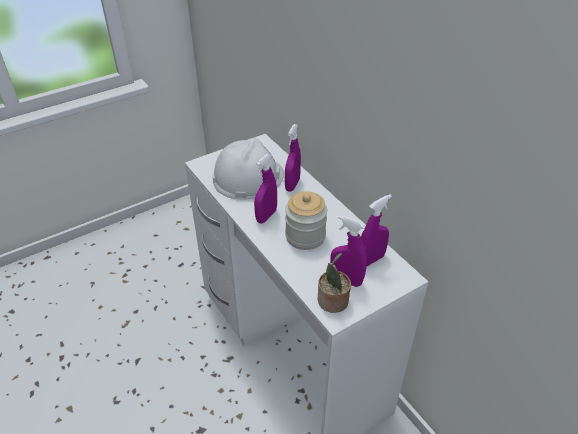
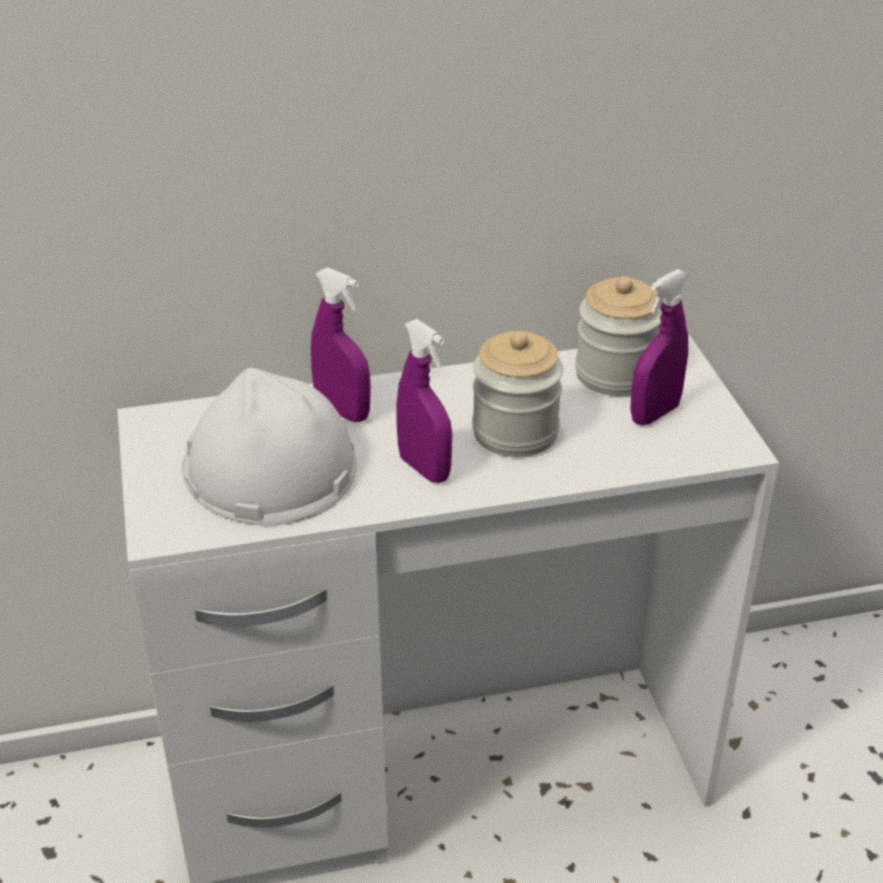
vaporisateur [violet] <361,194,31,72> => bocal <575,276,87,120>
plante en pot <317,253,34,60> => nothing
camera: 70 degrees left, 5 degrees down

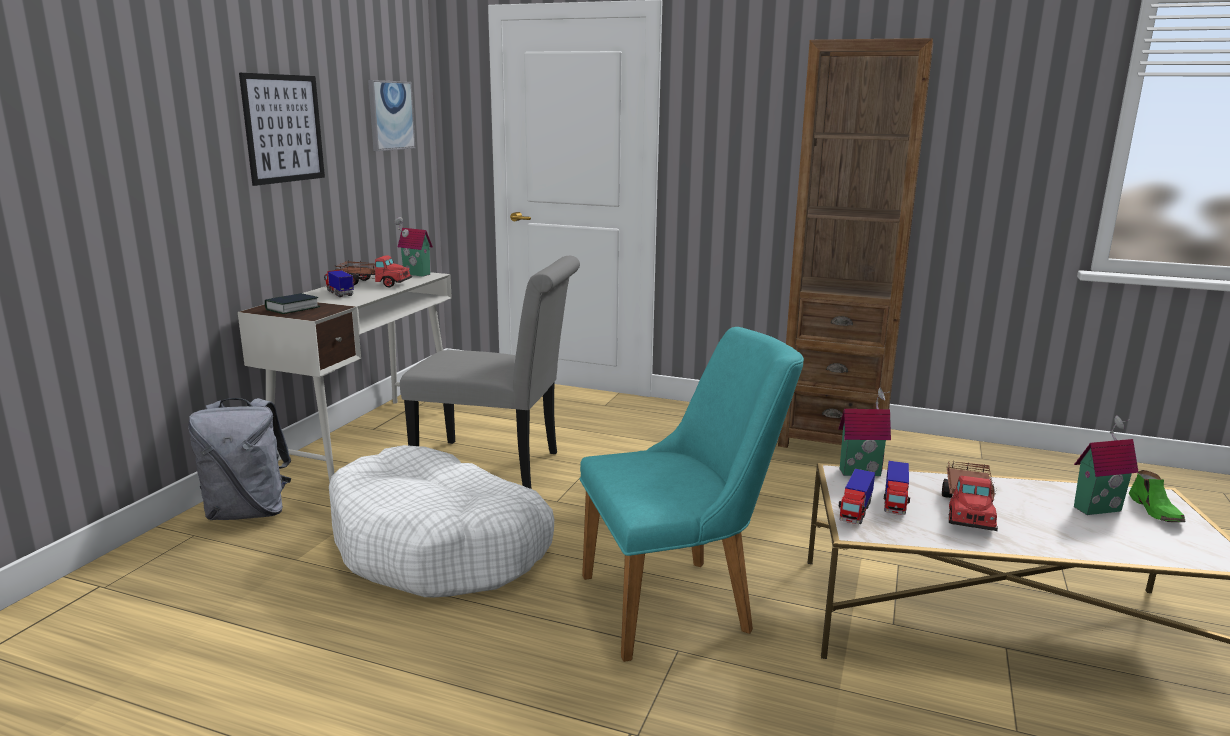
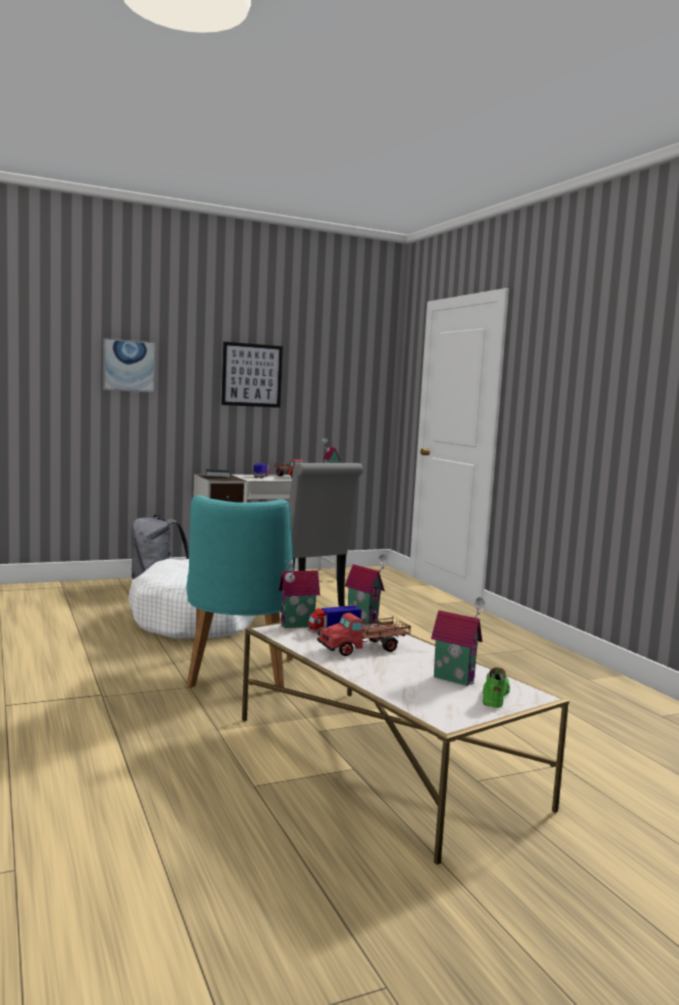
tableau <368,80,47,71> => tableau <103,338,52,54>, shifted
chaise [turquoise] <580,327,224,335> => chaise [turquoise] <186,495,108,193>, 60 degrees clockwise
camion jouet <838,469,37,55> => maison miniature <279,559,41,69>
chaussure [vert] <1129,470,57,52> => chaussure [vert] <483,667,27,41>, 150 degrees clockwise
bibliothèque [marron] <778,38,155,410> => nothing
camera: 45 degrees right, 10 degrees down

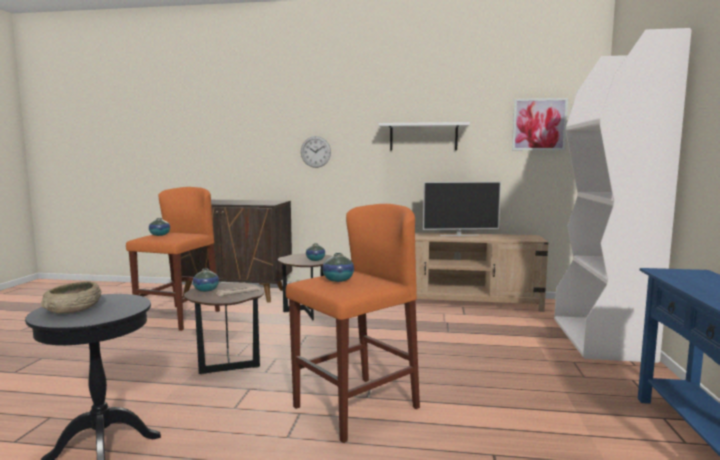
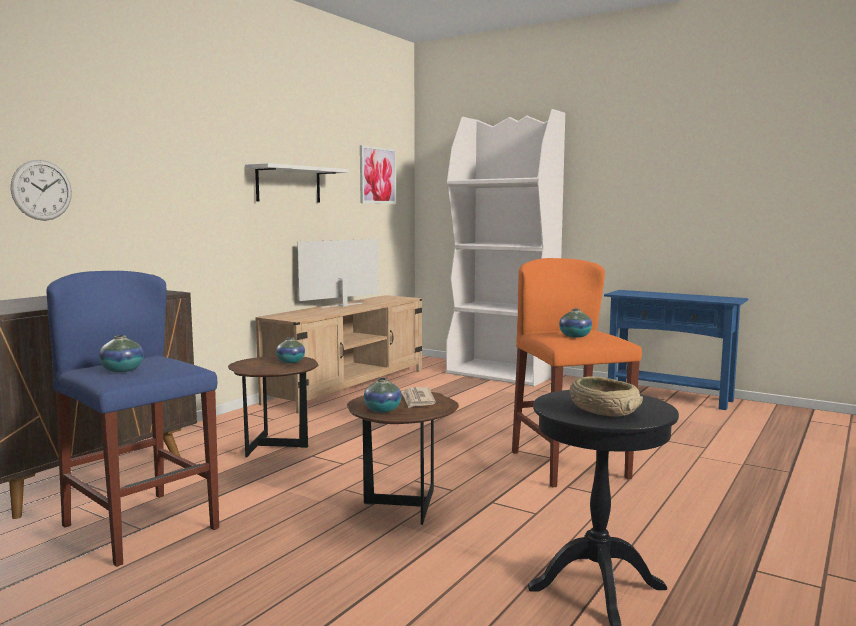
horloge murale <301,136,30,32> => horloge murale <11,160,61,61>, shifted
tabouret [orange] <126,187,94,144> => tabouret [bleu] <46,271,173,296>
téléviseur <423,182,78,54> => téléviseur <297,239,82,69>, 150 degrees counterclockwise
camera: 65 degrees left, 0 degrees up

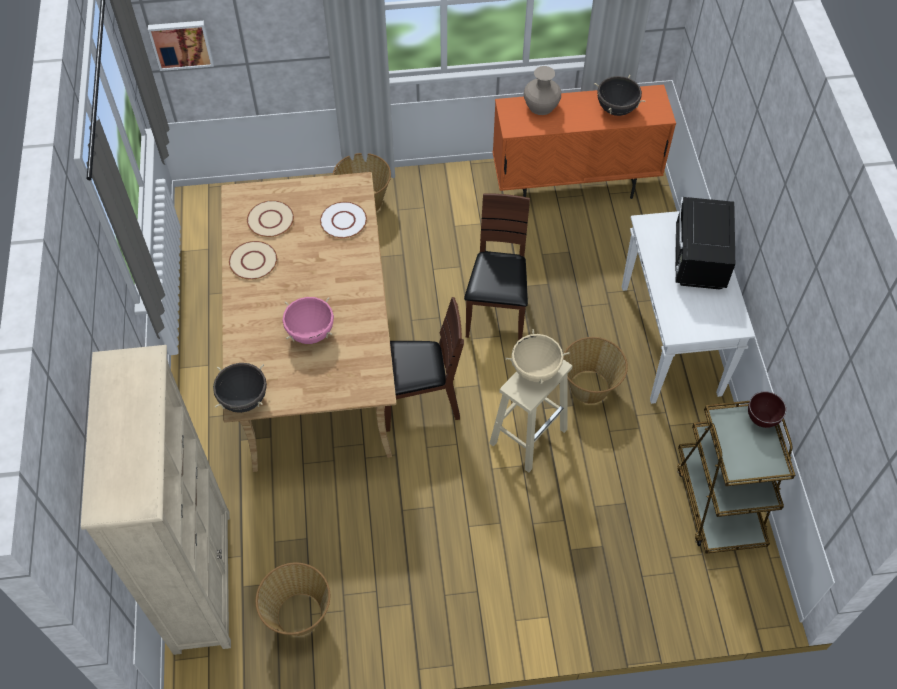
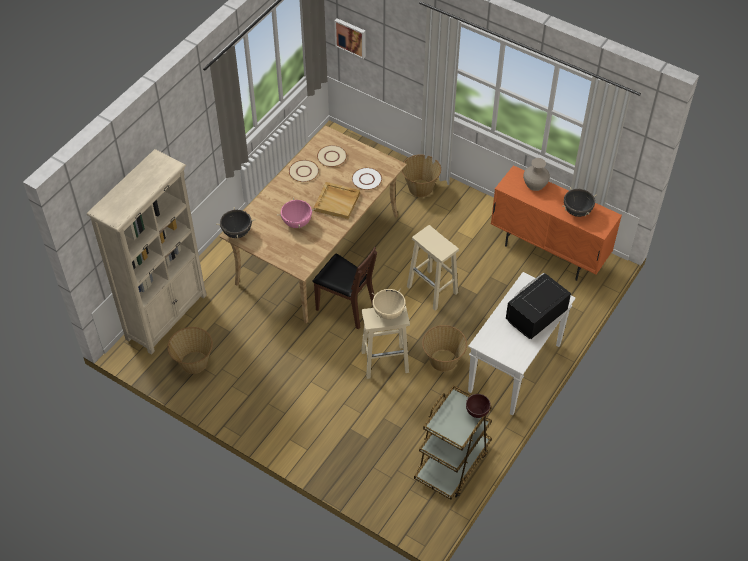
nothing => plateau [beige] <314,182,46,37>
chaise [marron] <464,193,66,148> => tabouret [beige] <407,225,52,86>
camera: 40 degrees right, 5 degrees down

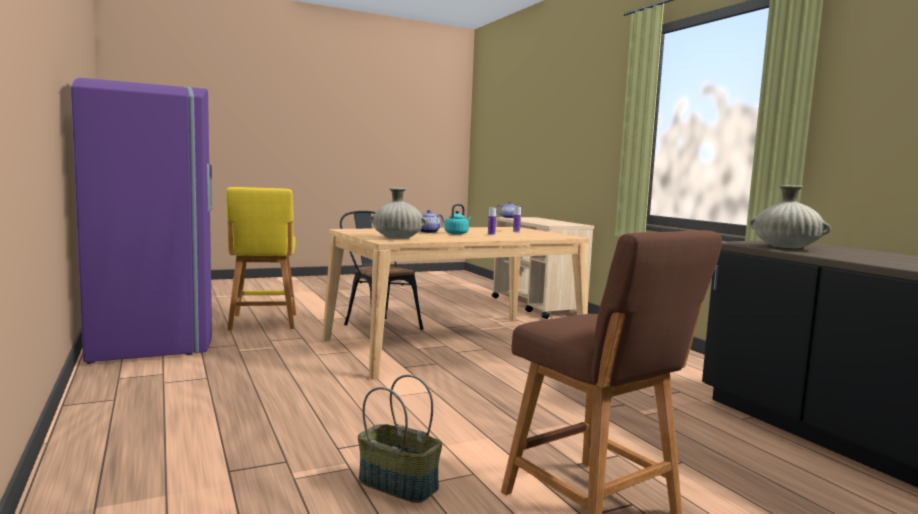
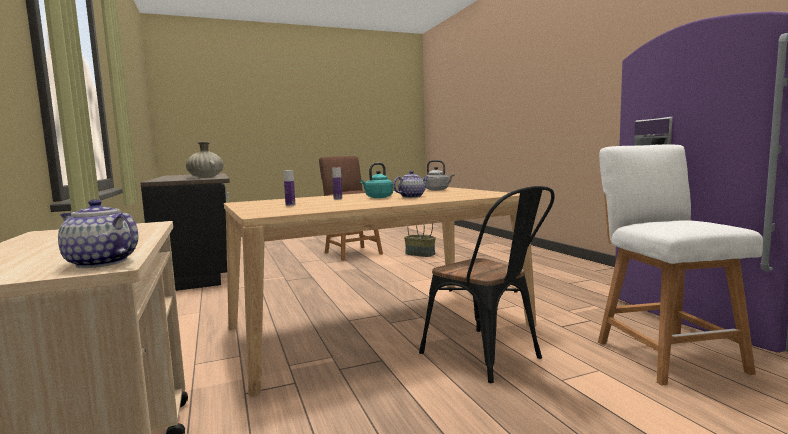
vase [beige] <370,188,57,51> => bouilloire [gris] <426,160,28,31>
tabouret [jaune] <226,187,70,143> => tabouret [blanc] <598,144,165,242>
camera: 175 degrees left, 0 degrees up

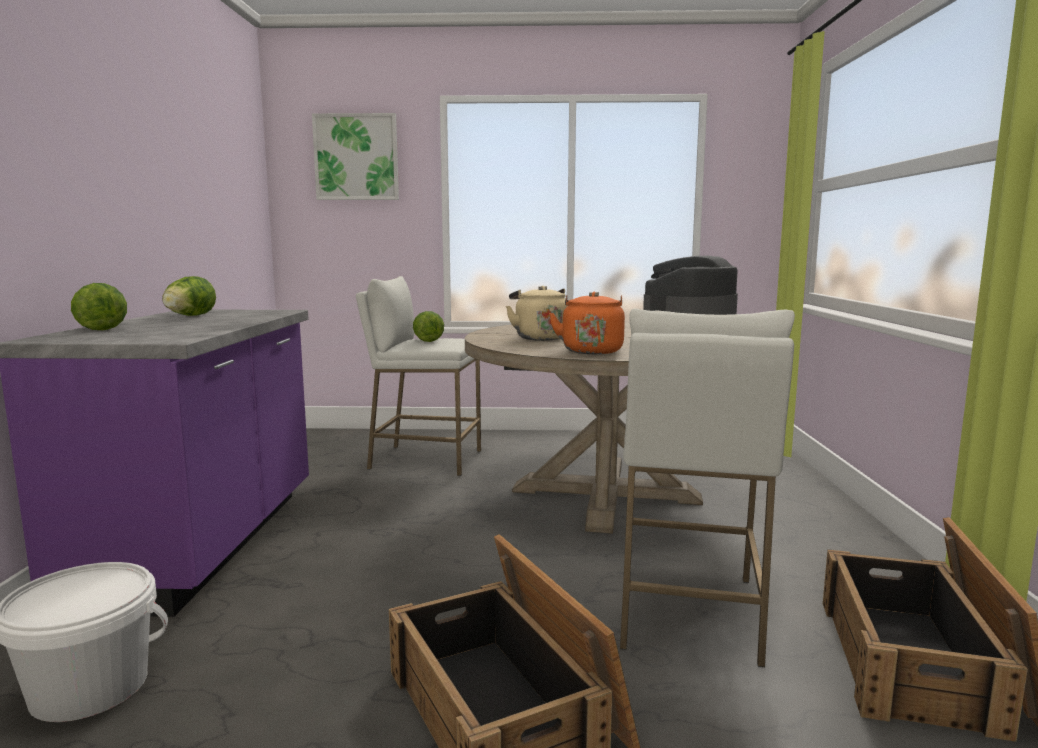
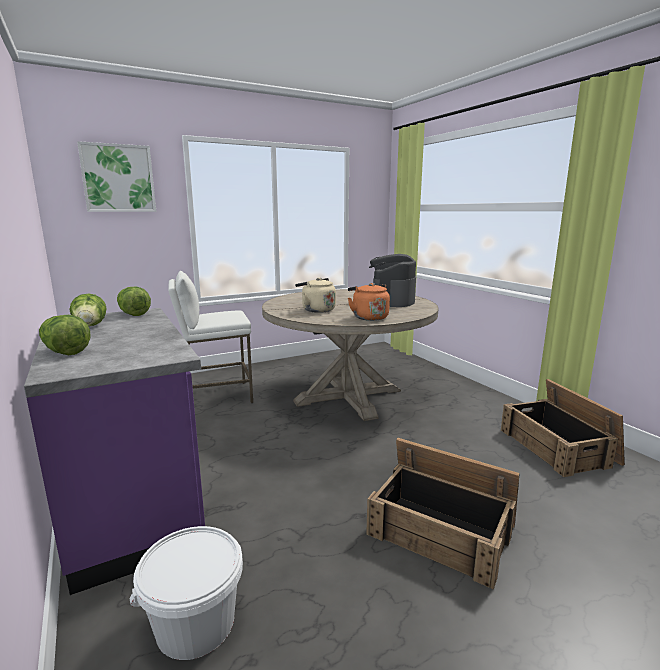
laitue <413,311,31,31> => laitue <117,287,34,29>, shifted
tabouret [blanc] <620,308,175,359> => nothing
camera: 30 degrees left, 5 degrees up

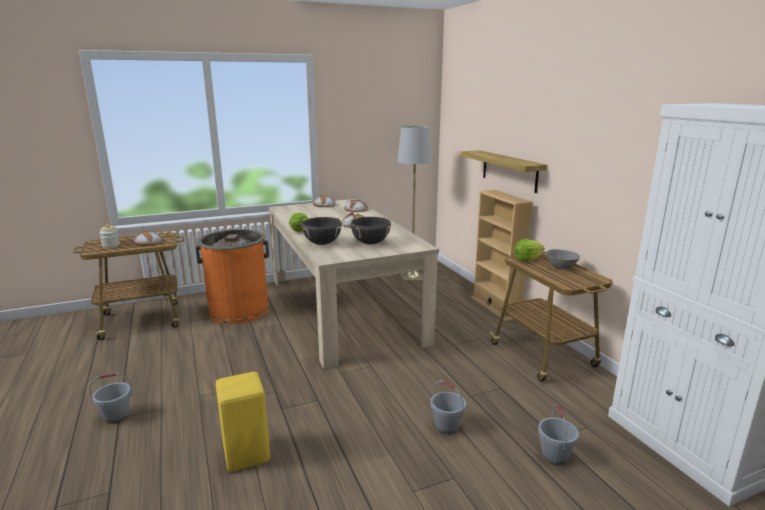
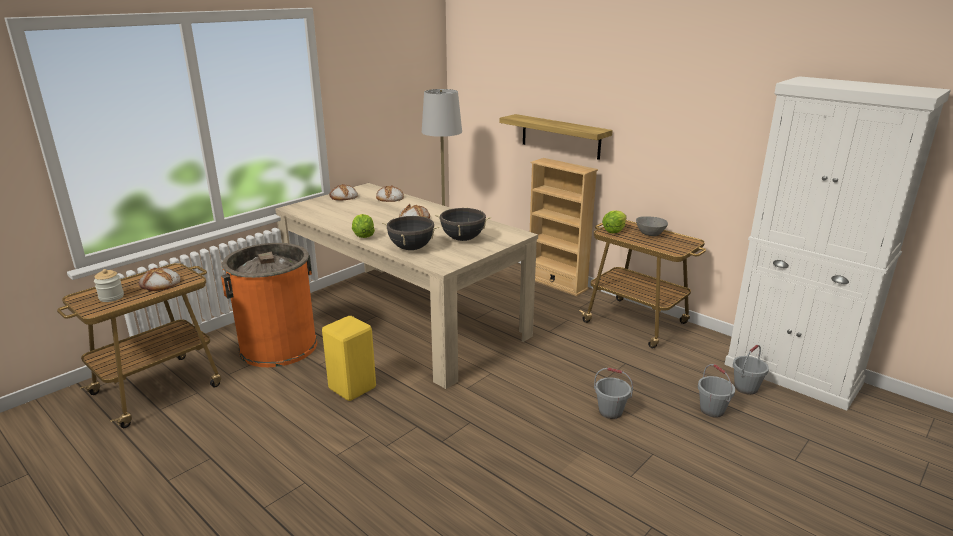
tabouret [jaune] <216,372,54,100> => tabouret [jaune] <322,316,54,85>, shifted
seau [gris] <89,373,44,51> => seau [gris] <733,345,36,50>, shifted
camera: 25 degrees left, 5 degrees up

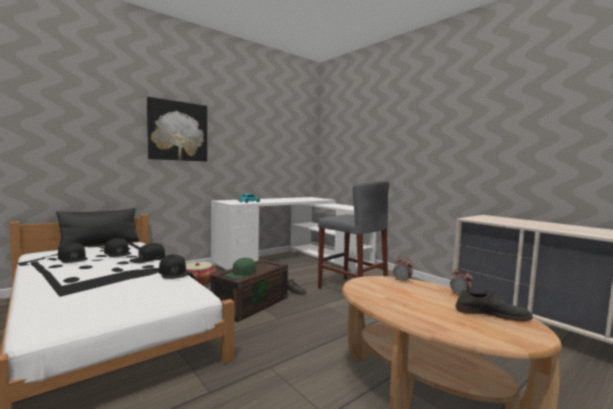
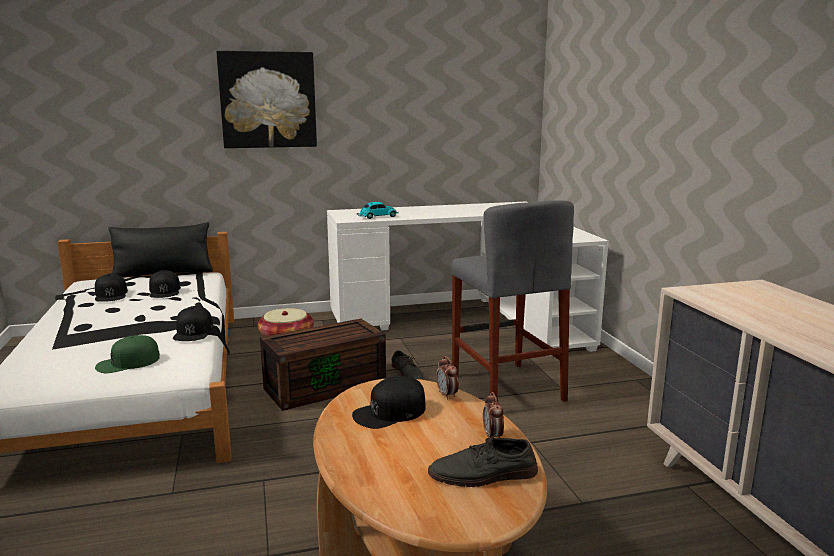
casquette [vert] <226,258,30,21> => casquette [vert] <95,335,65,38>, shifted
casquette [noir] <129,243,36,20> => casquette [noir] <352,376,74,53>, shifted
chaussure [gris] <455,290,78,31> => chaussure [gris] <428,434,110,53>, 135 degrees clockwise
camera: 25 degrees right, 10 degrees up

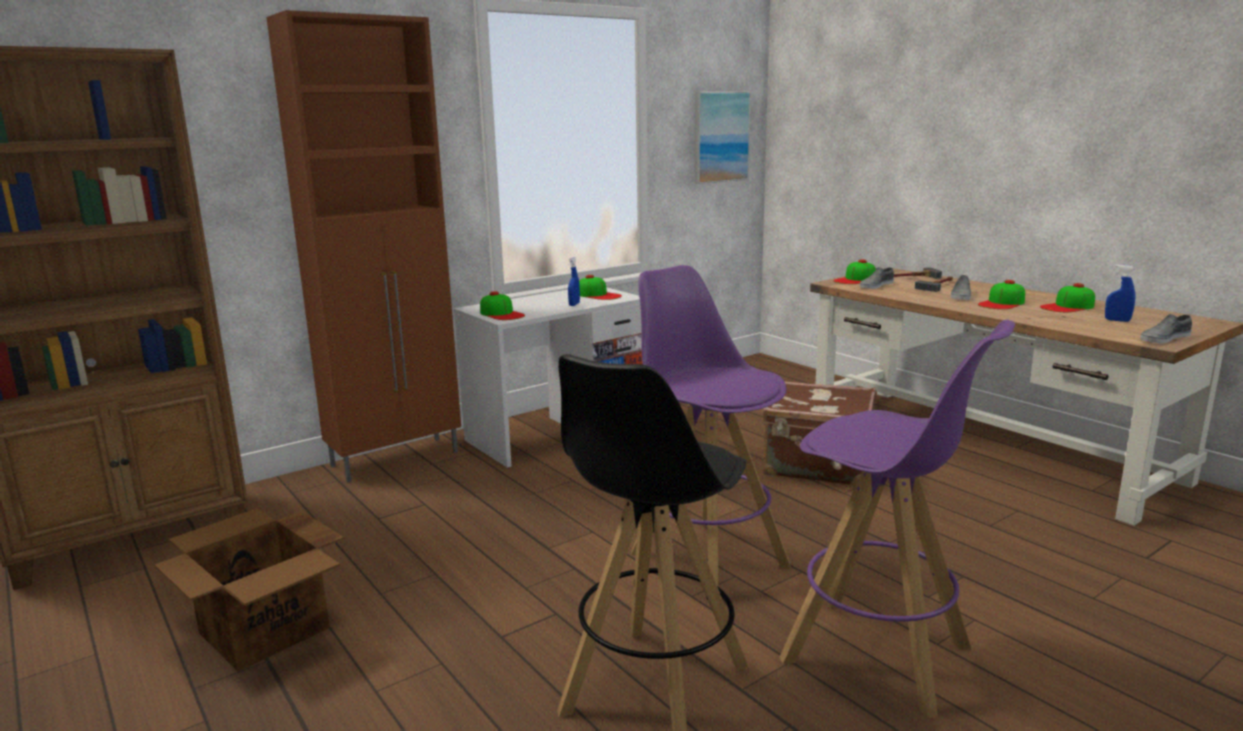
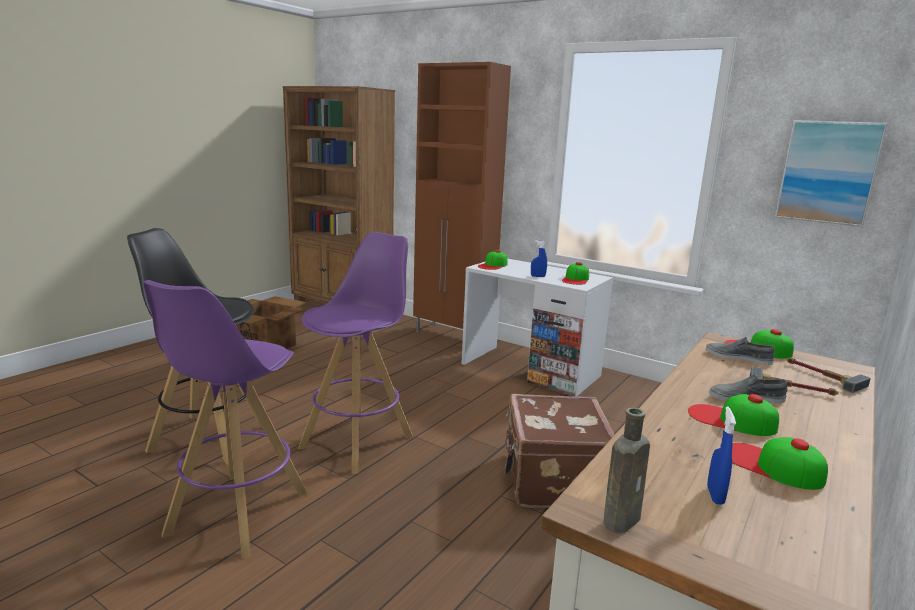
chaussure [gris] <1140,314,52,29> => bouteille [marron] <604,408,46,125>
camera: 70 degrees right, 0 degrees up

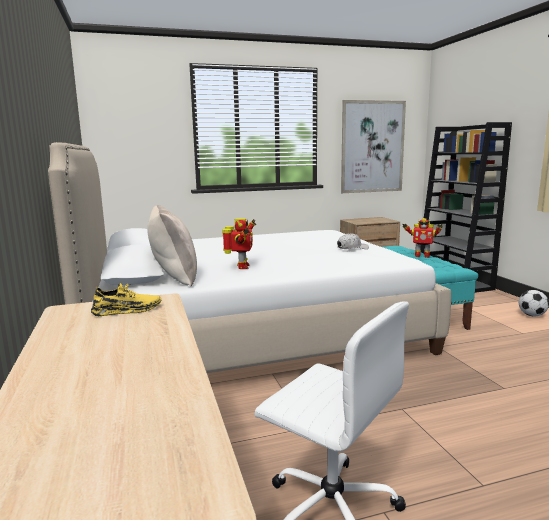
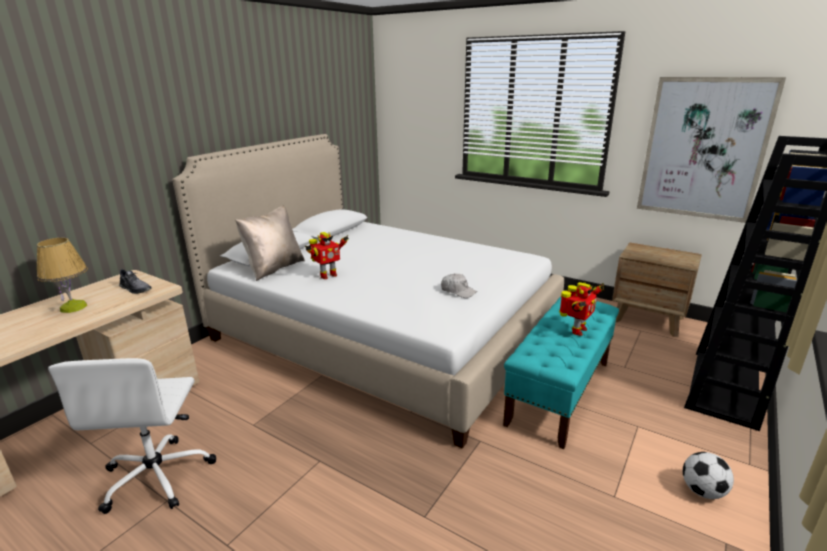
nothing => lampe de table <37,238,51,75>
chaussure [jaune] <91,283,70,33> => chaussure [gris] <119,269,32,25>
robot jouet <403,218,40,40> => robot jouet <559,282,45,54>, 120 degrees counterclockwise
camera: 50 degrees right, 10 degrees up

